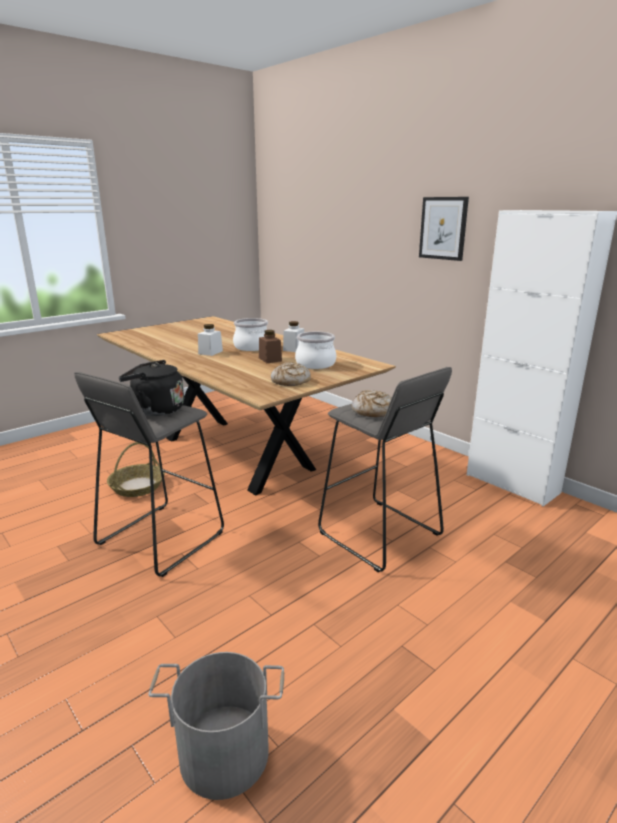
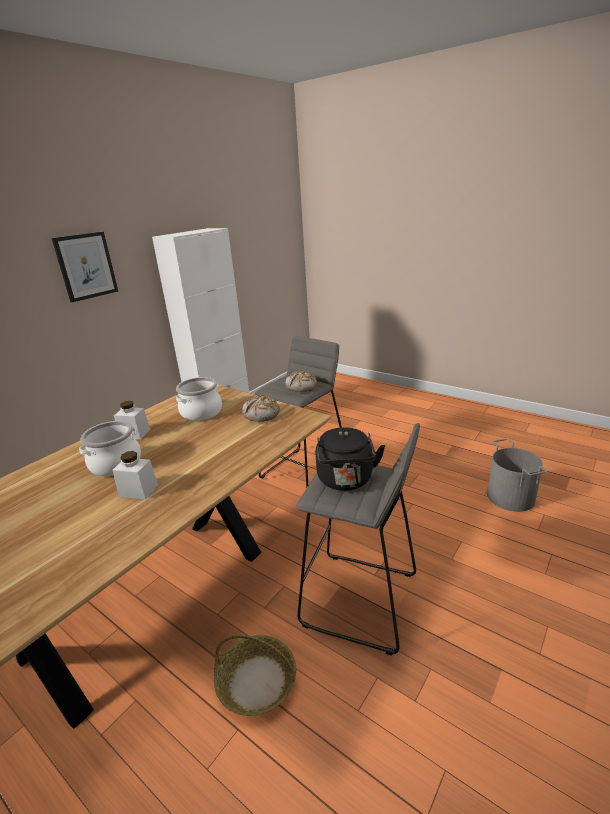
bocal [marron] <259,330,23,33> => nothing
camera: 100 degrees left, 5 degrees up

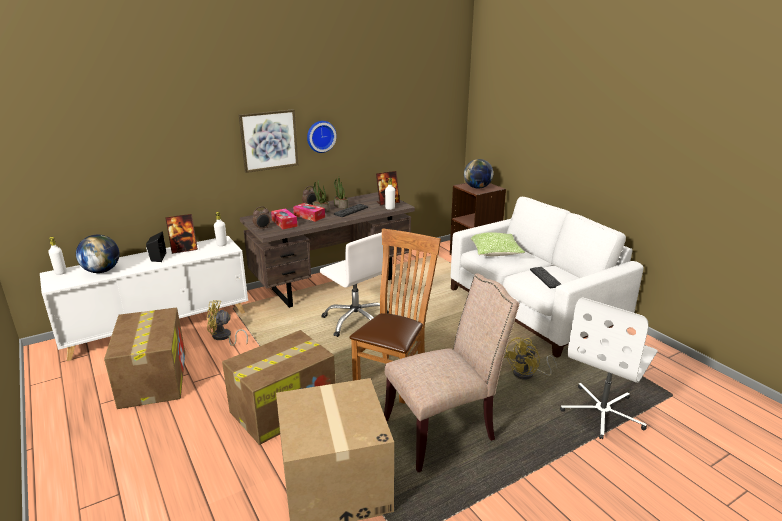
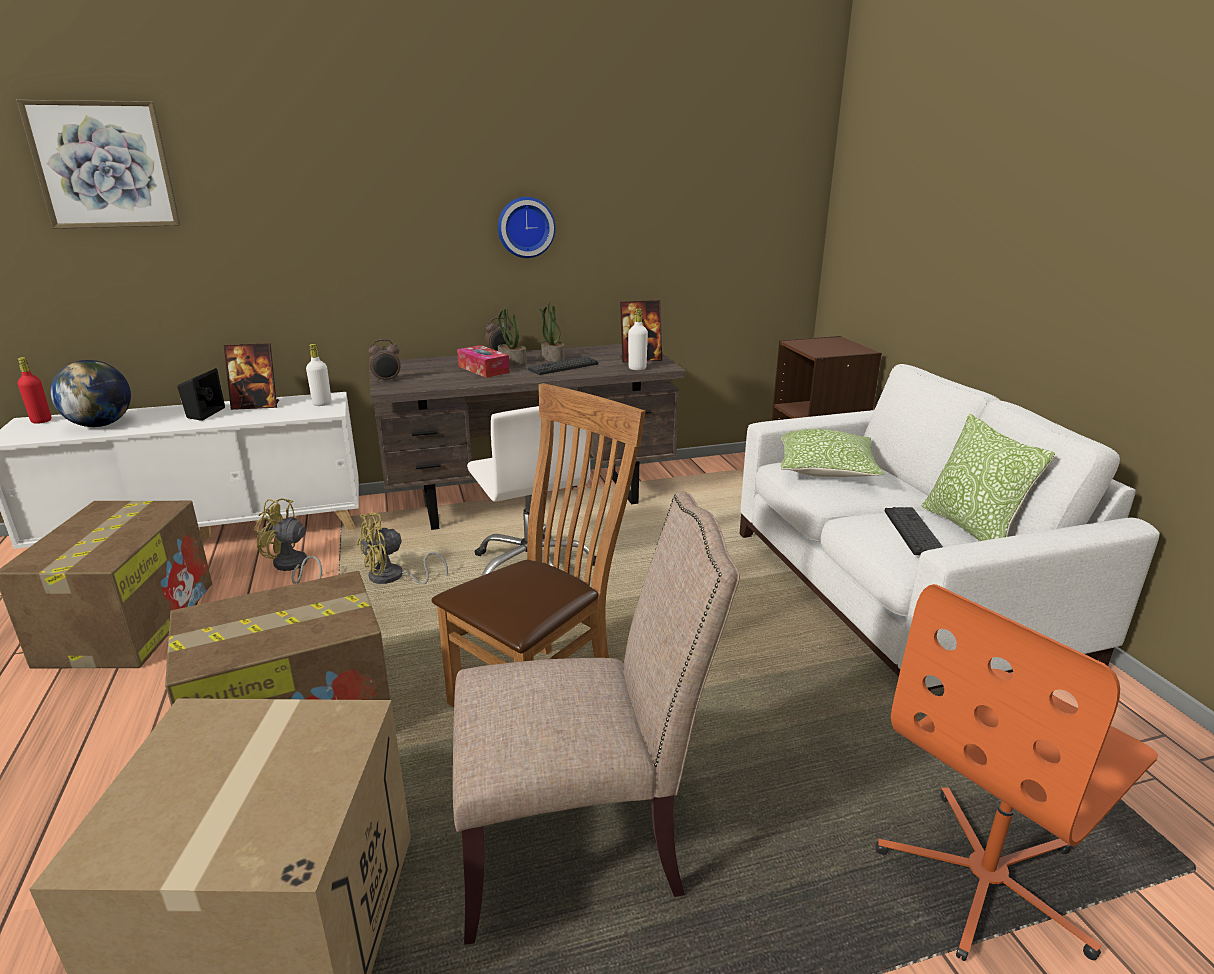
tableau <239,109,60,64> => tableau <16,100,164,129>, shifted
bouteille [blanc] <48,237,19,38> => bouteille [rouge] <18,357,33,67>
ventilateur [jaune] <504,337,53,43> => ventilateur [jaune] <357,513,91,71>, shifted
chaise de bureau [blanc] <560,298,98,141> => chaise de bureau [orange] <876,584,282,377>
nothing => coussin <922,414,133,127>
boîte à mouchoirs <271,208,27,21> => nothing
globe <464,159,29,30> => nothing
camera: 15 degrees right, 0 degrees up

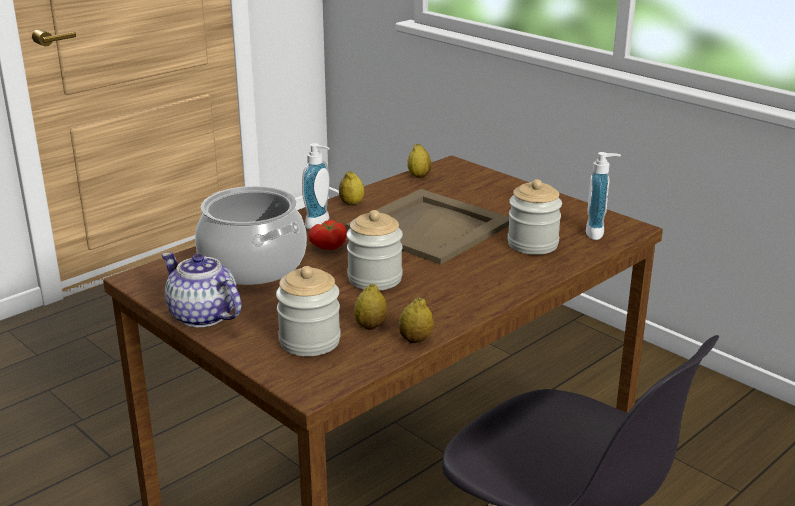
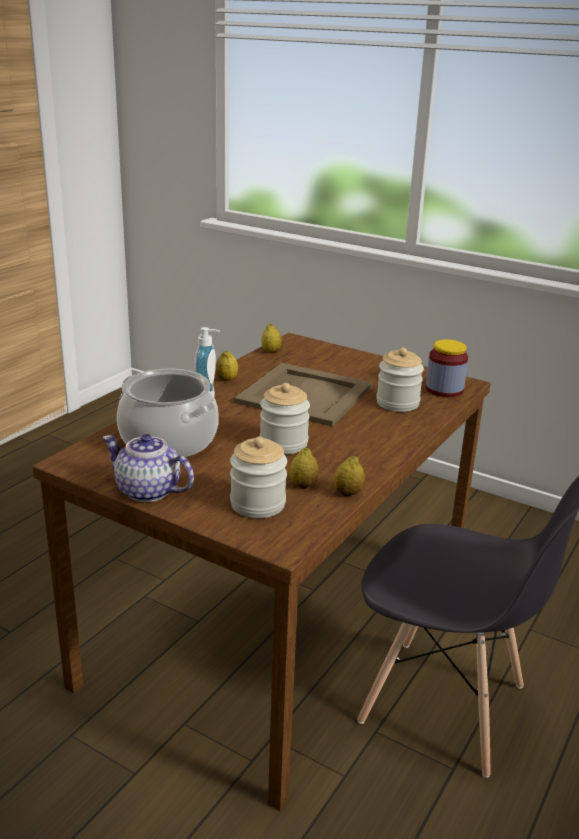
distributeur de savon <586,152,35,88> => bocal <426,339,42,58>
tomate <308,220,39,30> => nothing
camera: 15 degrees left, 0 degrees up

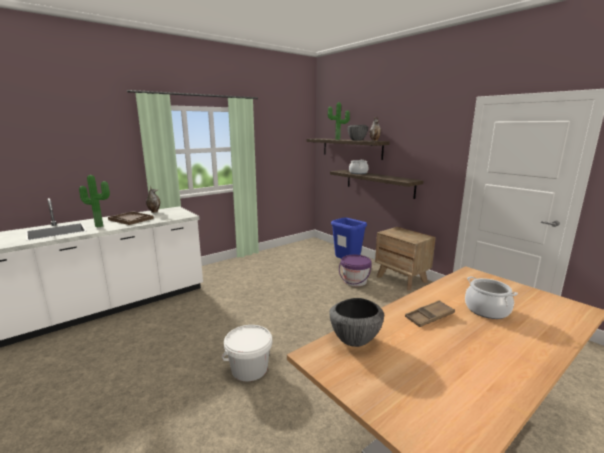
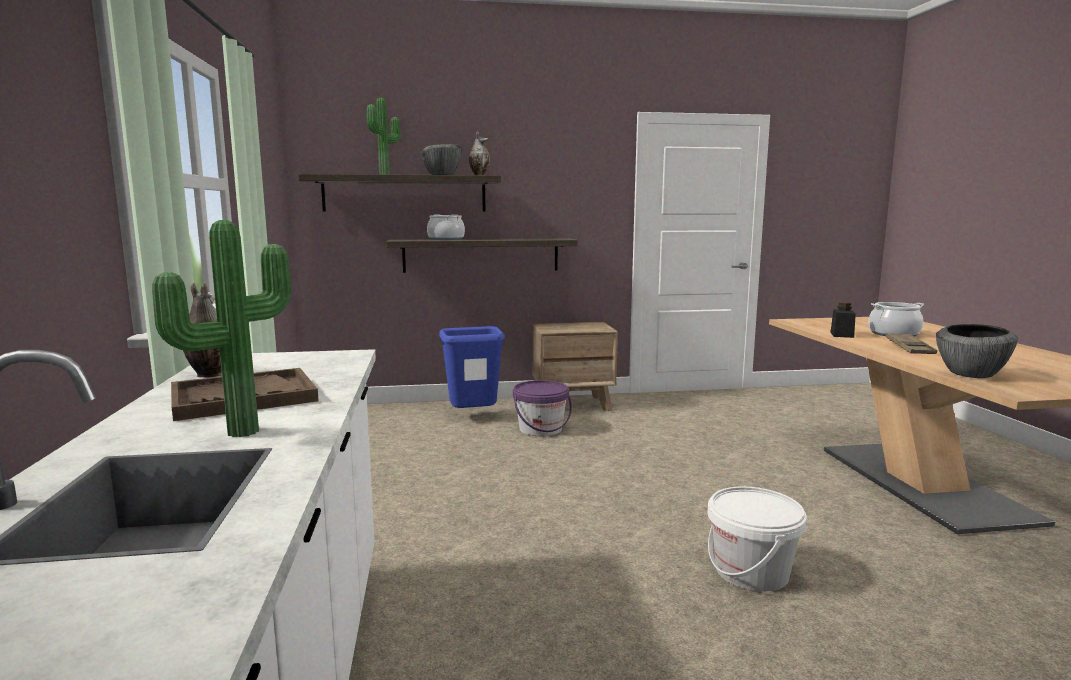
nothing => bocal [noir] <830,302,26,36>
camera: 60 degrees left, 5 degrees down

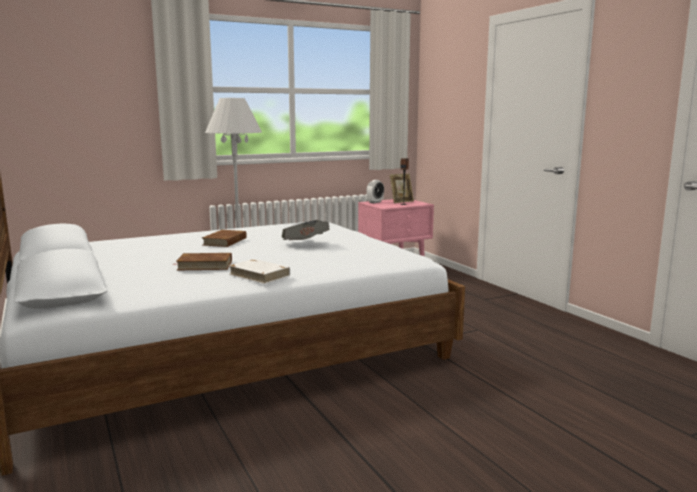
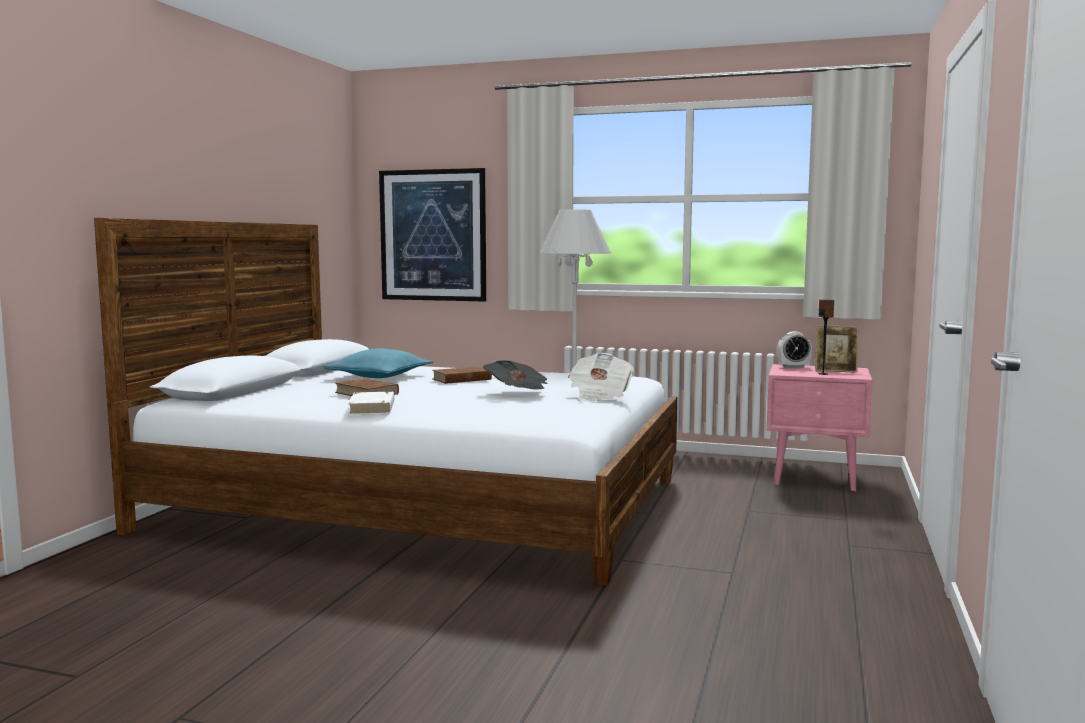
nothing => coussin [turquoise] <323,349,110,29>
nothing => tableau <379,168,107,134>
nothing => journal <568,353,66,49>
camera: 45 degrees right, 5 degrees down

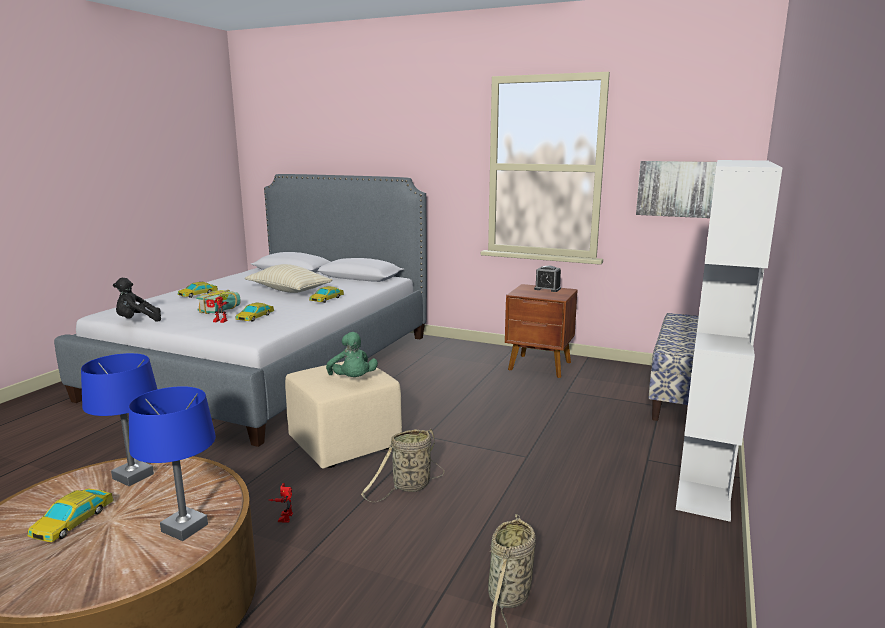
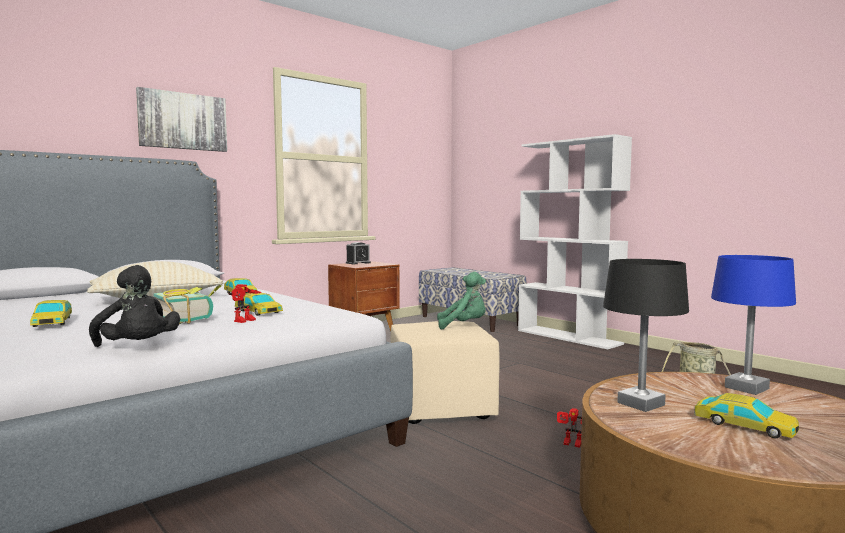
peluche [noir] <113,278,48,44> => peluche [noir] <89,265,91,82>, 45 degrees counterclockwise
tableau <636,161,81,57> => tableau <136,87,91,65>, shifted
lampe de table [bleu] <81,353,76,133> => lampe de table [noir] <603,259,86,153>
panier <361,429,84,73> => nothing
camera: 65 degrees left, 10 degrees down

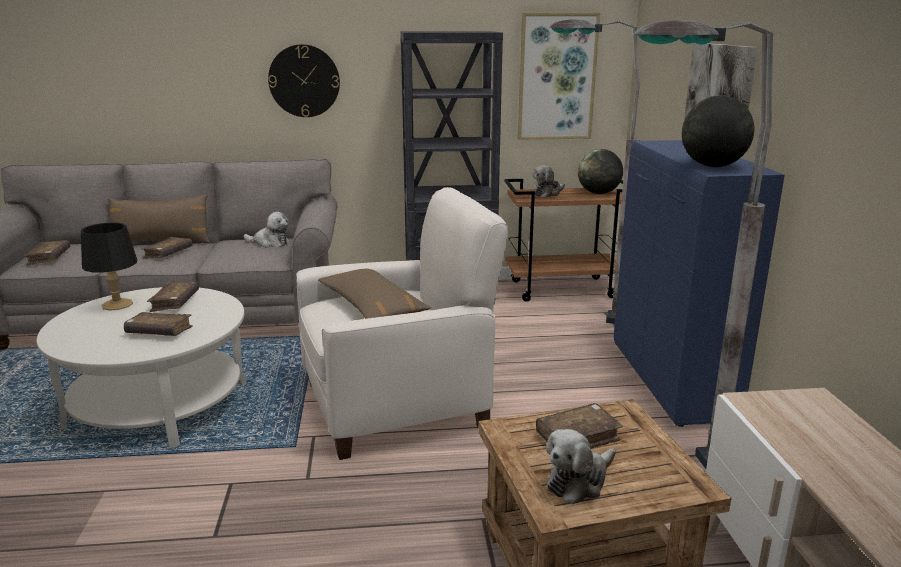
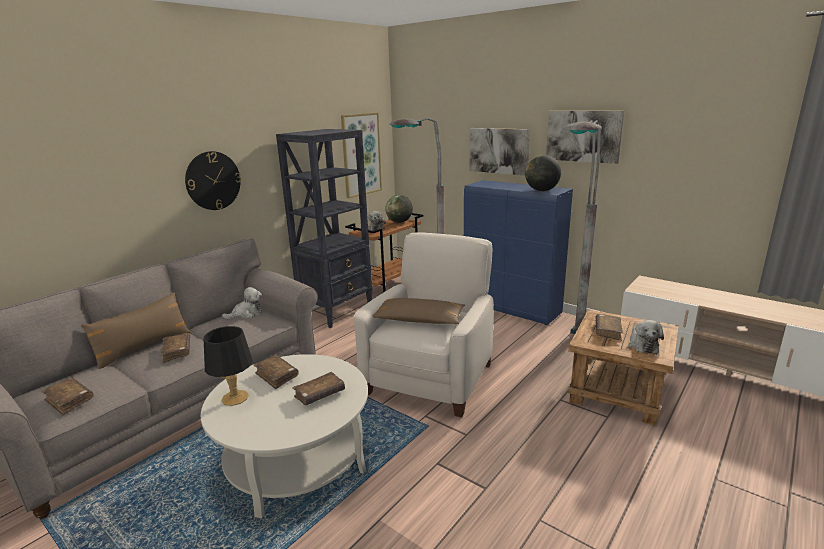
nothing => tableau <546,111,78,53>
camera: 45 degrees left, 0 degrees up

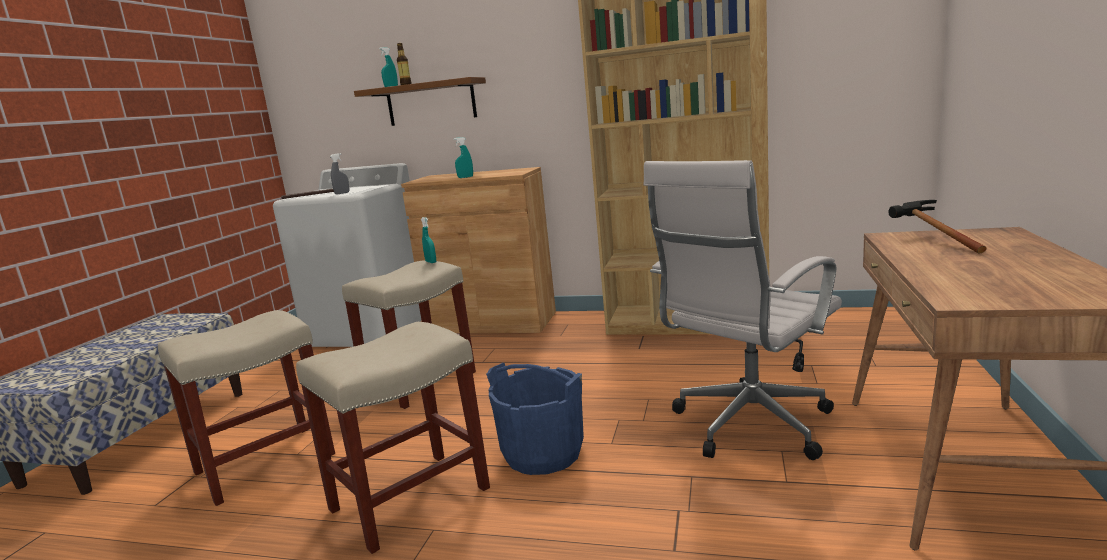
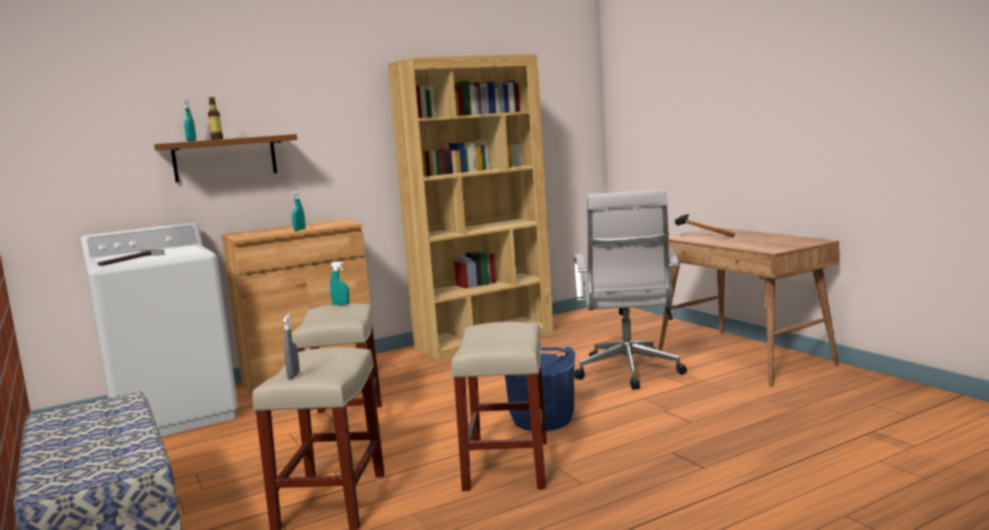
vaporisateur [gris] <330,153,19,42> => vaporisateur [gris] <283,314,17,65>, shifted
camera: 45 degrees left, 5 degrees down

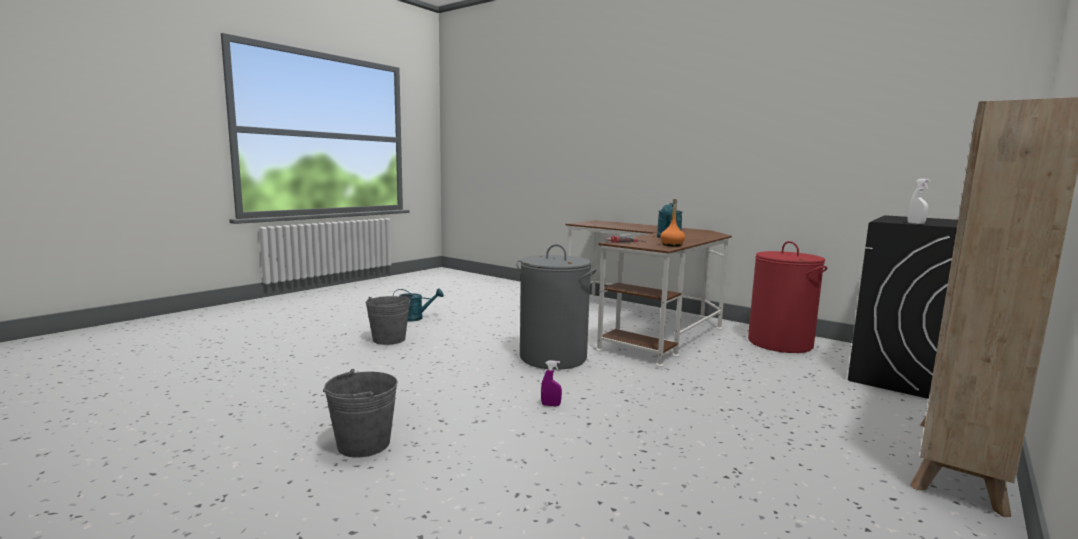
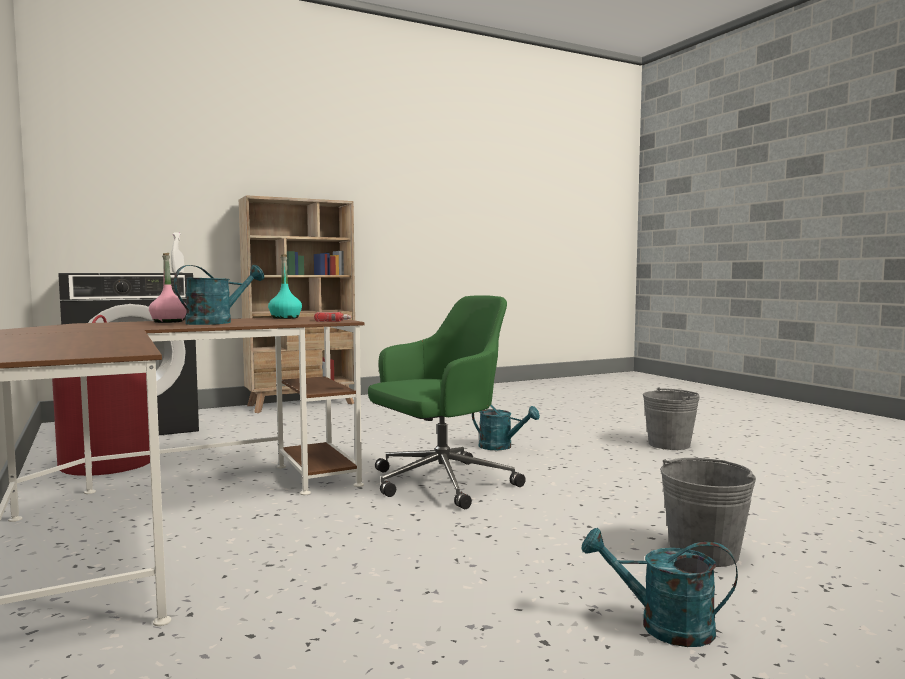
nothing => bouteille [rose] <149,253,37,70>
bouteille [orange] <660,199,25,48> => bouteille [turquoise] <268,254,34,65>
panier à linge [gris] <516,244,80,126> => chaise de bureau [vert] <368,295,158,214>
vaporisateur [violet] <541,360,21,46> => arrosoir [turquoise] <472,405,68,45>
camera: 155 degrees left, 5 degrees down

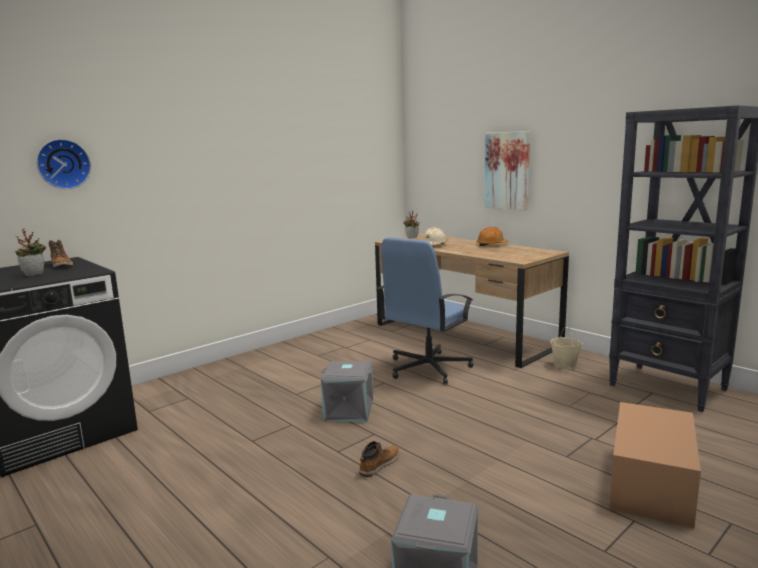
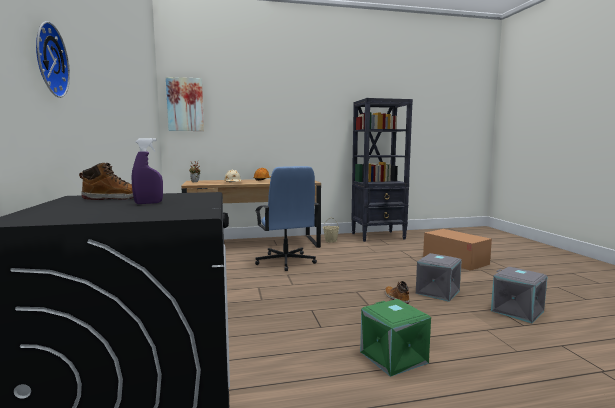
plante en pot <15,229,31,47> => vaporisateur [violet] <132,138,31,66>
tableau <484,131,46,80> => tableau <166,77,38,54>, shifted
nothing => boîte de rangement [vert] <360,299,71,78>
boîte de rangement [gris] <321,361,52,61> => boîte de rangement [gris] <416,253,46,49>, shifted
camera: 60 degrees left, 5 degrees down

